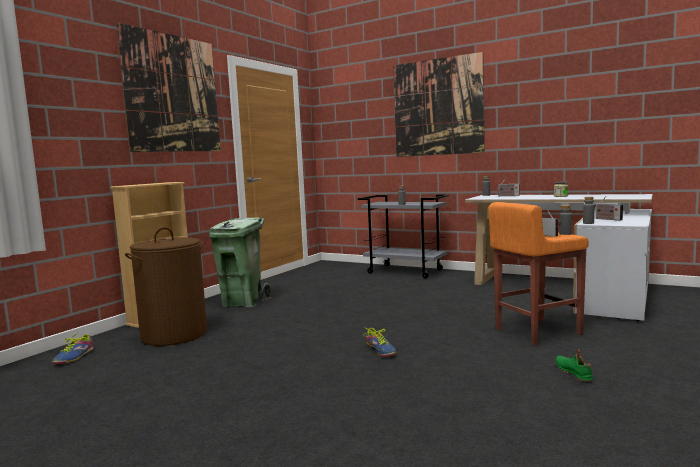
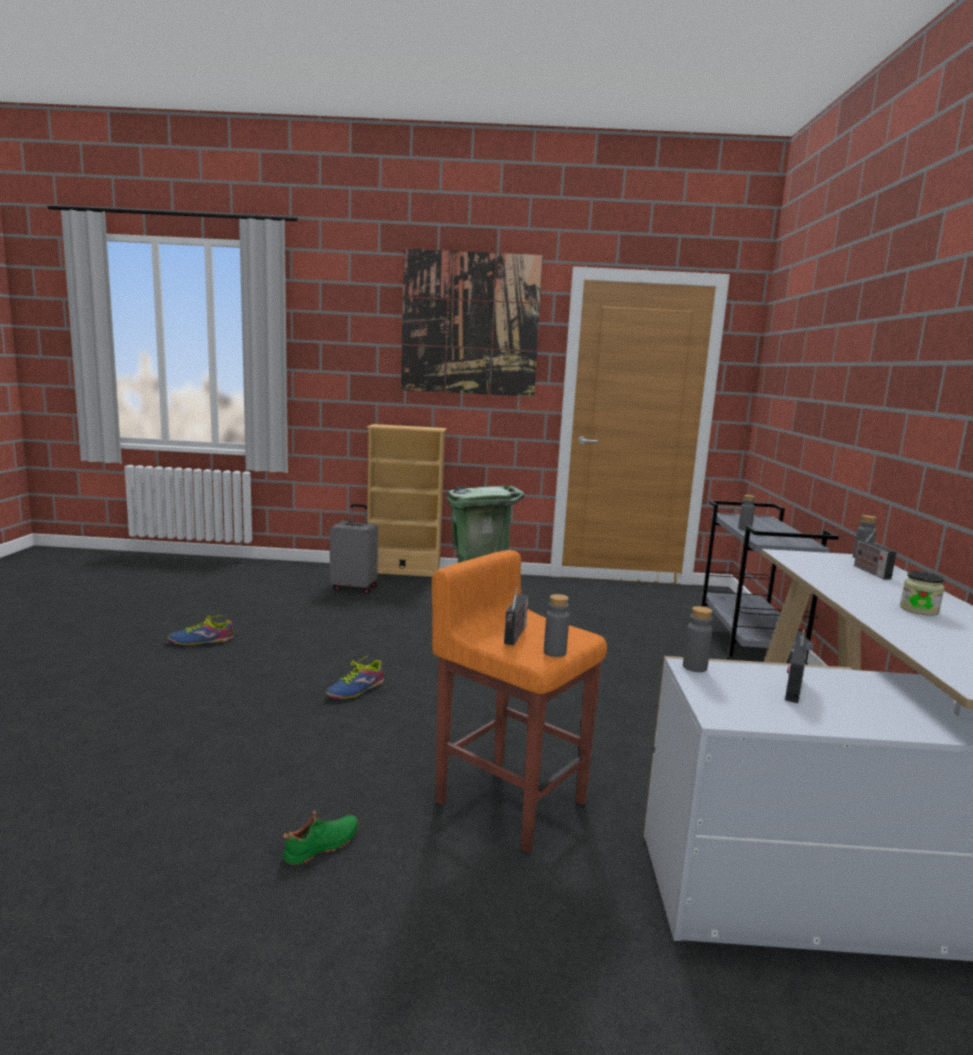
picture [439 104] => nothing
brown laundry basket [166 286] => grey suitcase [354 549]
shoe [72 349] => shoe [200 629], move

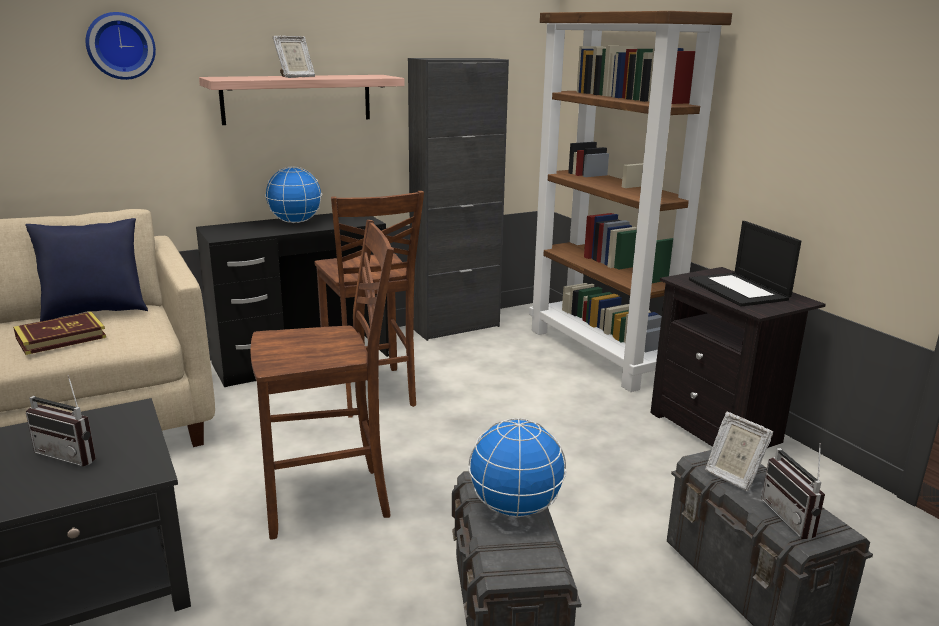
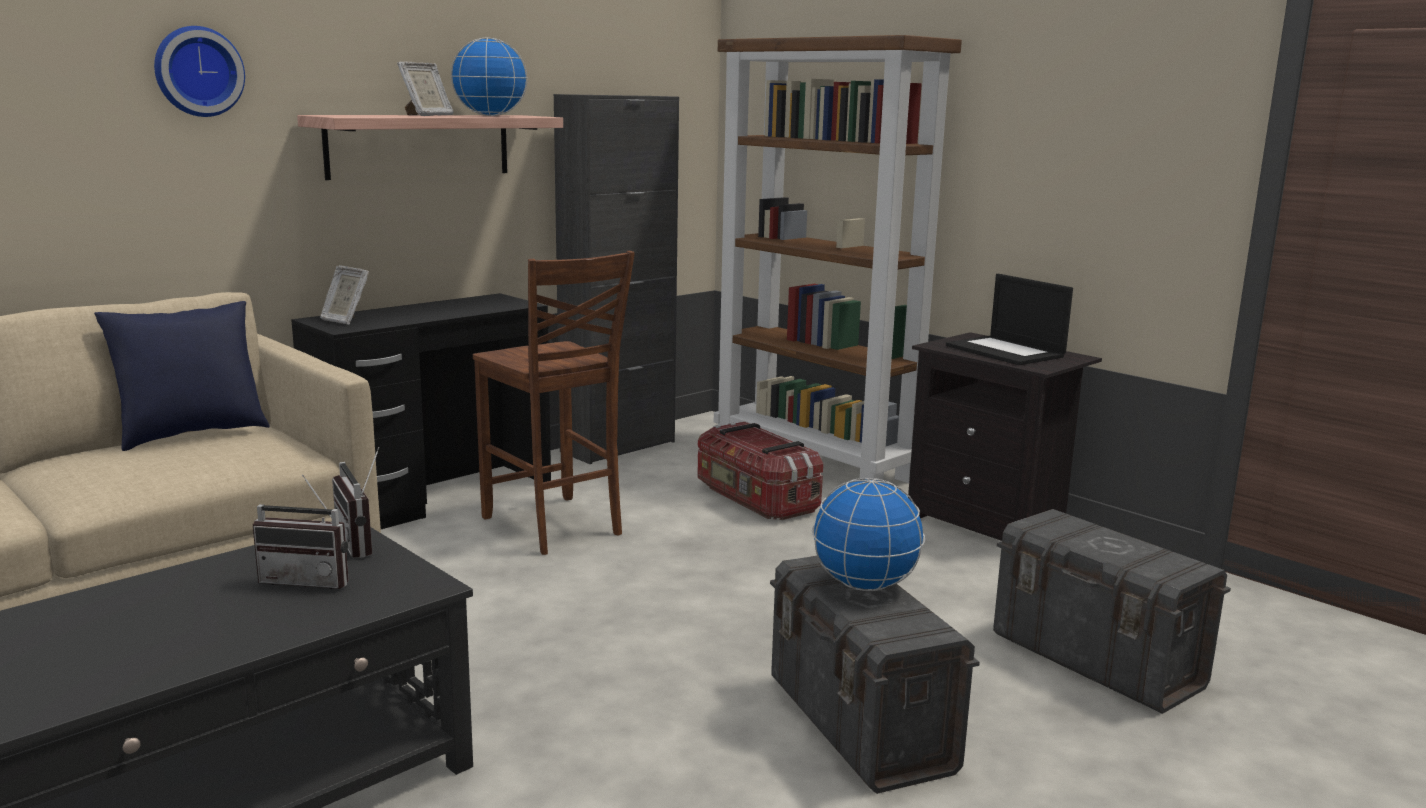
globe [293 194] => globe [489 77], move
brown chair [322 380] => nothing
book [59 333] => nothing
picture frame [739 452] => picture frame [344 295], move
radio [793 491] => radio [355 502], move
nothing => storage box [760 471]

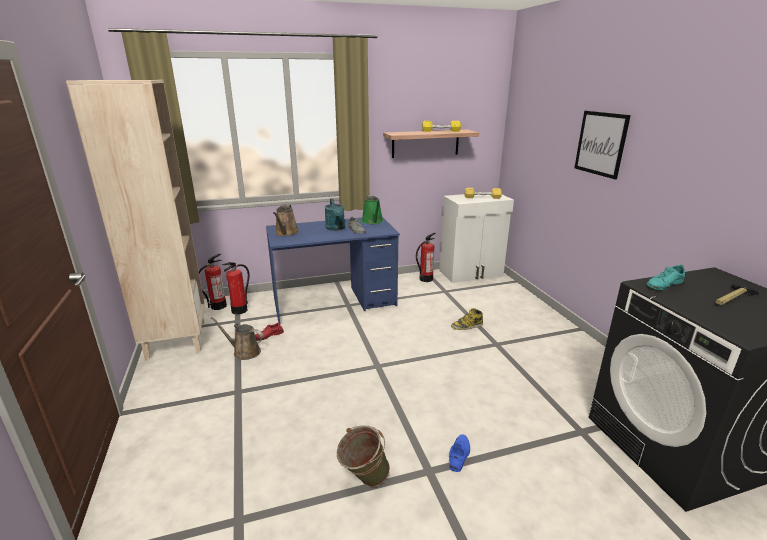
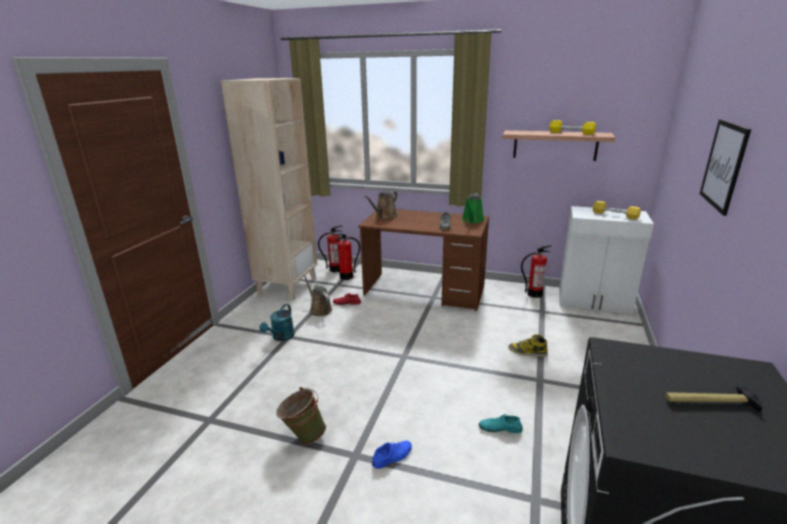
turquoise watering can [334 214] => turquoise watering can [277 322], move
blue desk [333 270] => brown desk [423 260]
turquoise shoe [665 277] => turquoise shoe [501 423], move

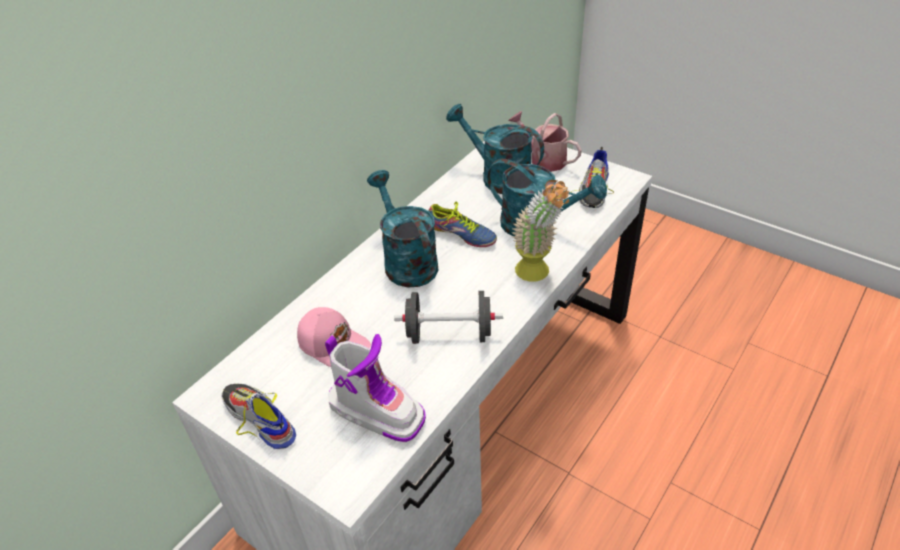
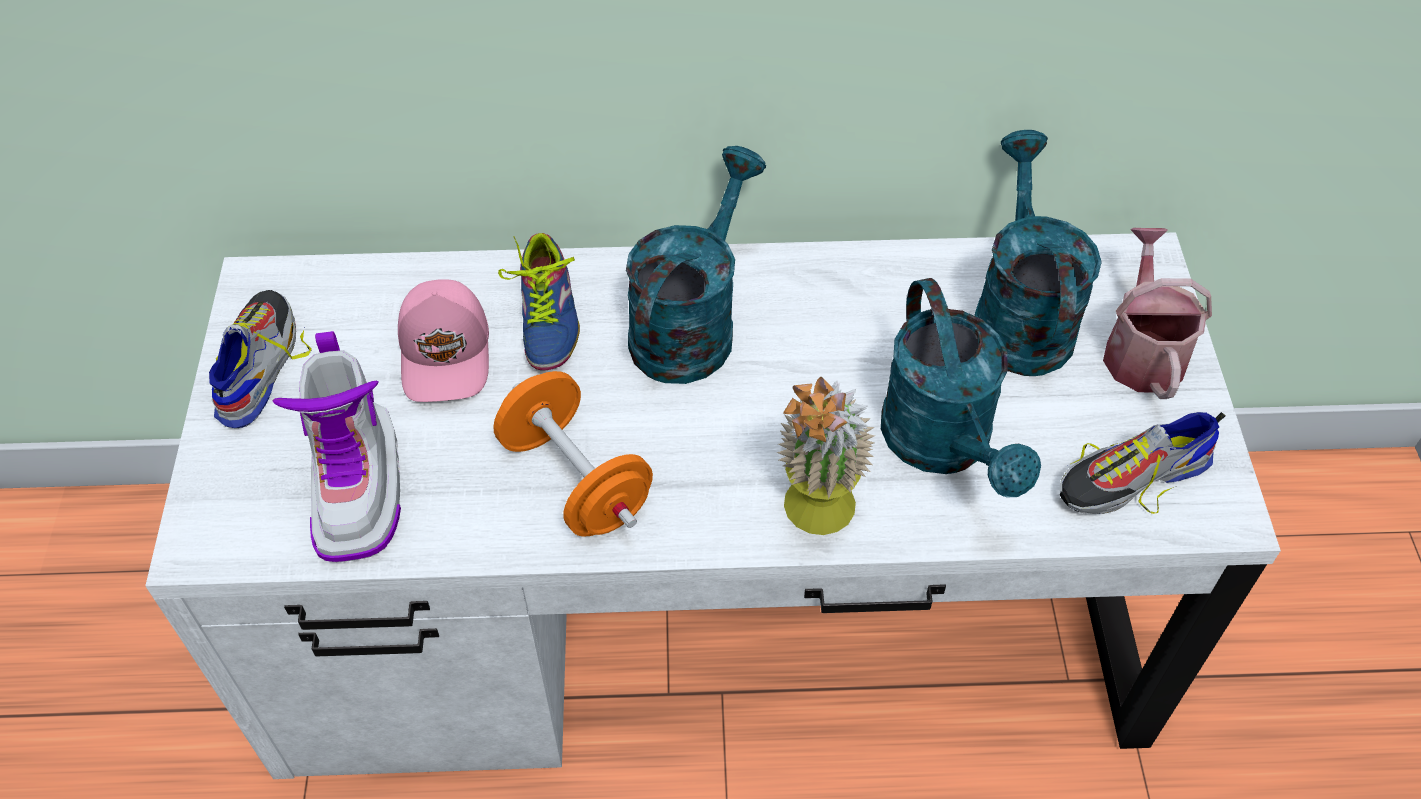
shoe [463 224] => shoe [539 301], move
black dumbbell [448 317] => orange dumbbell [573 454]

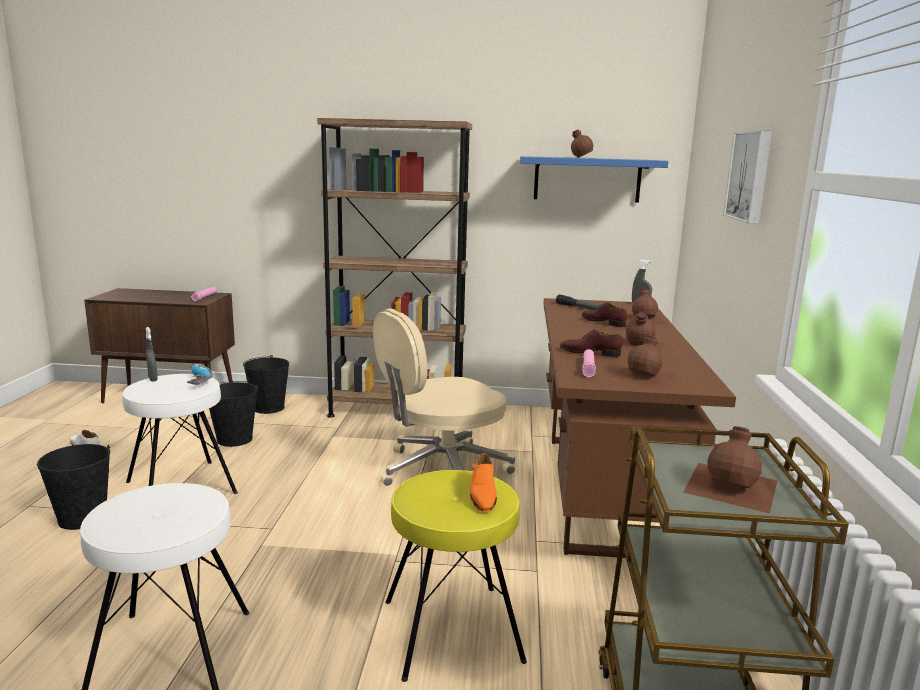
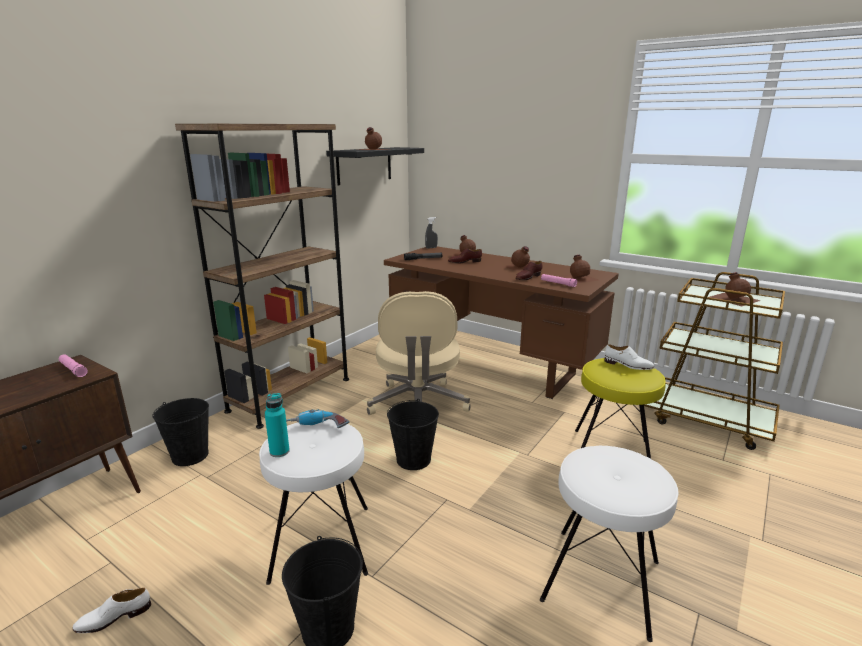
picture [748 177] => nothing
blue shelf [594 179] => black shelf [375 166]
grey spray bottle [152 354] => turquoise bottle [277 425]
black bucket [233 414] => black bucket [413 434], move
orange shoe [483 482] => white shoe [629 357]

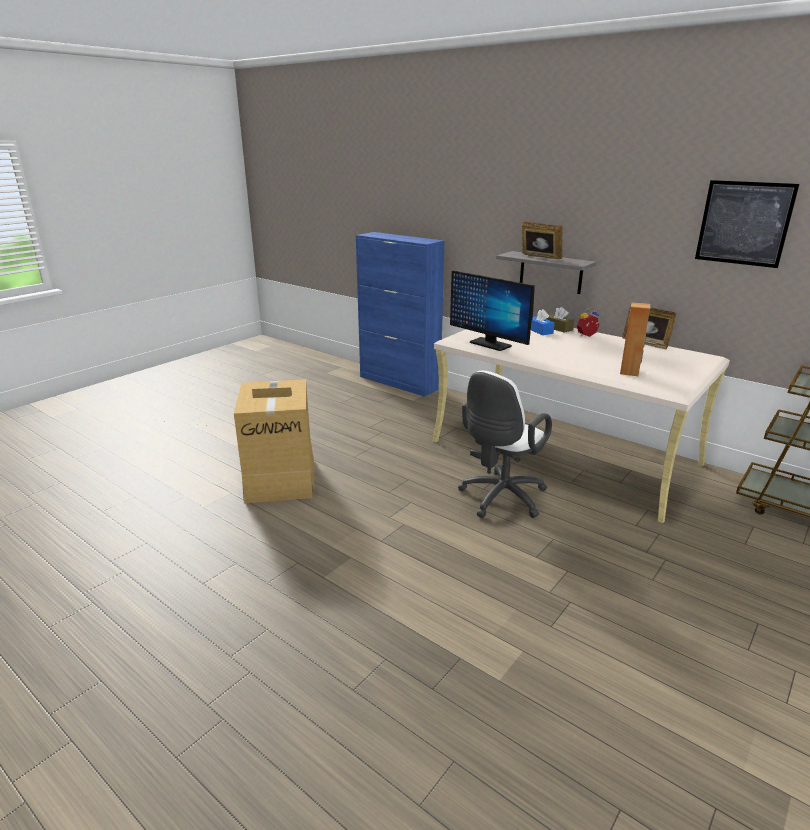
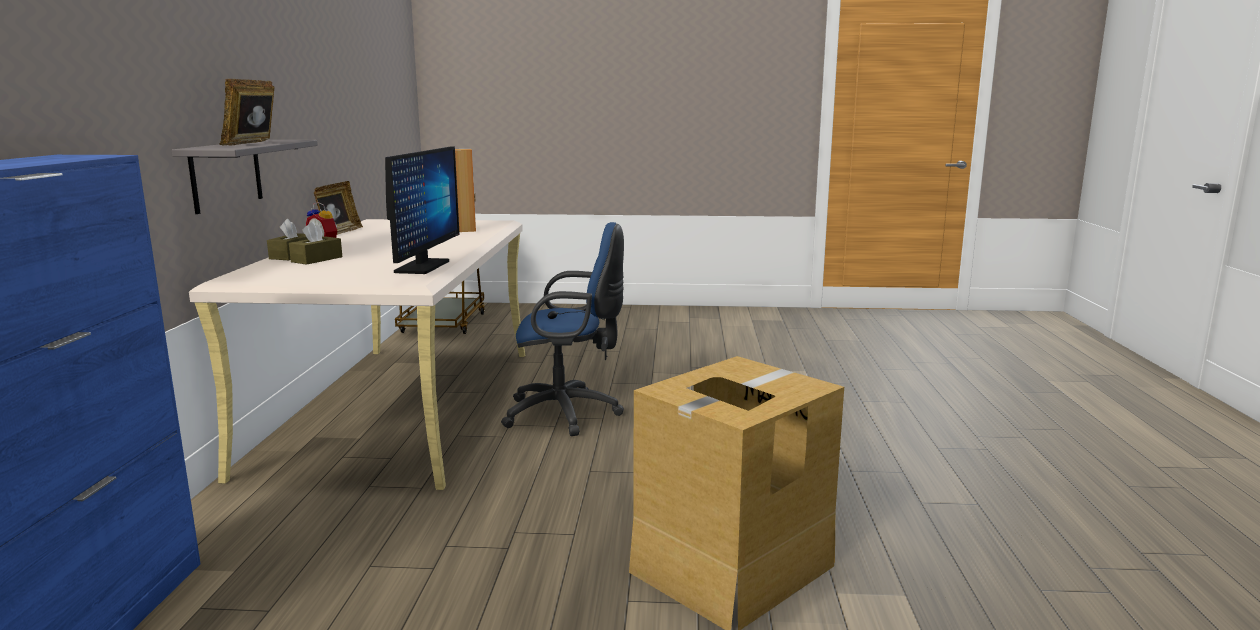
picture [747 224] => nothing
blue tissue box [543 322] => brown tissue box [315 243]
white office chair [505 444] => blue office chair [562 329]

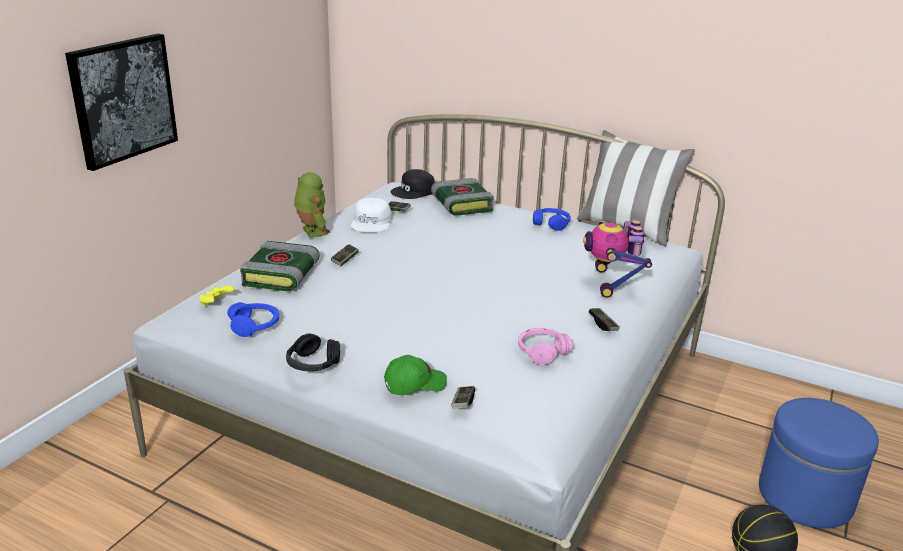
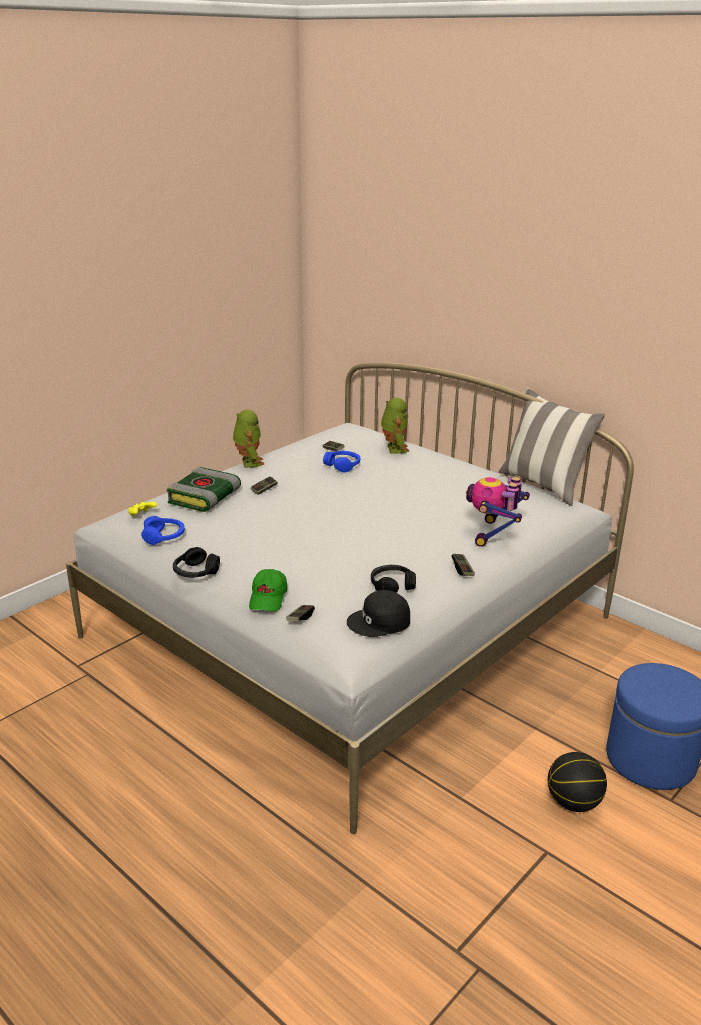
picture [121 102] => nothing
black cap [413 184] => black cap [378 613], move
book [462 197] => toy robot [395 426]
white cap [371 215] => nothing
blue headphones [552 219] => blue headphones [341 462], move
pink headphones [545 346] => black headphones [393 579]
green cap [415 375] => green cap [268 590], 105 degrees clockwise

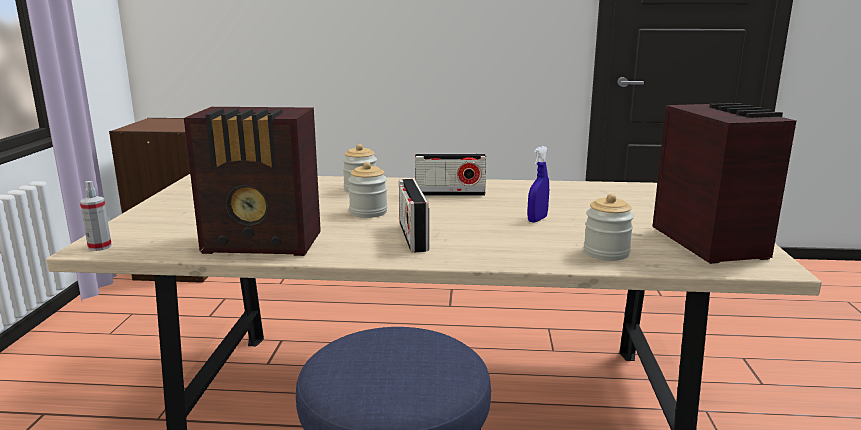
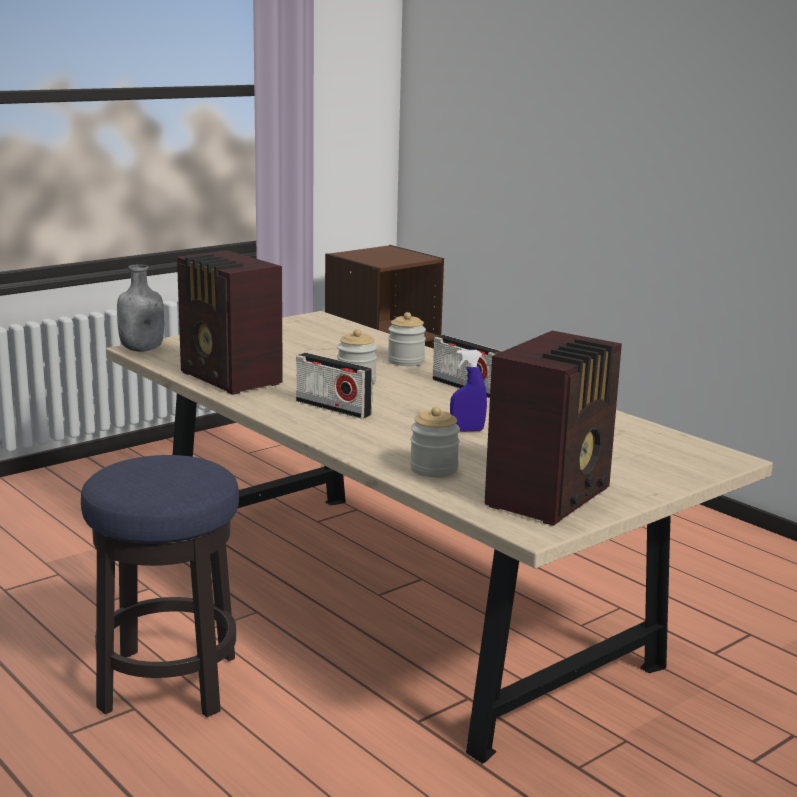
radio [414 216] => radio [334 386], 90 degrees counterclockwise
spray bottle [96 216] => grey bottle [140 308]

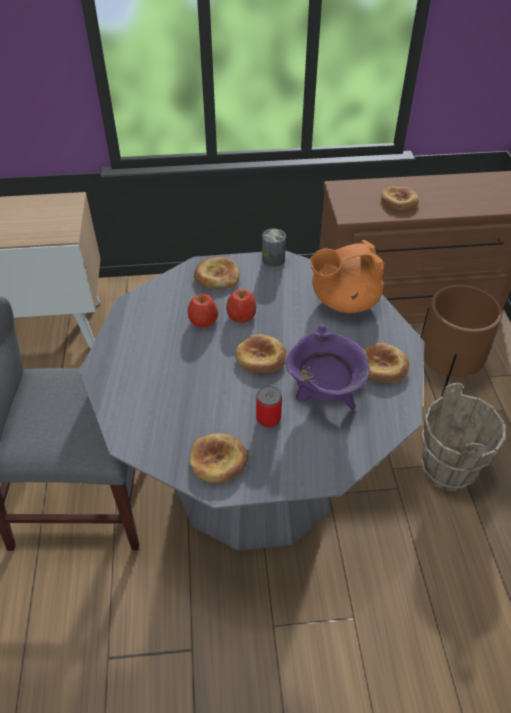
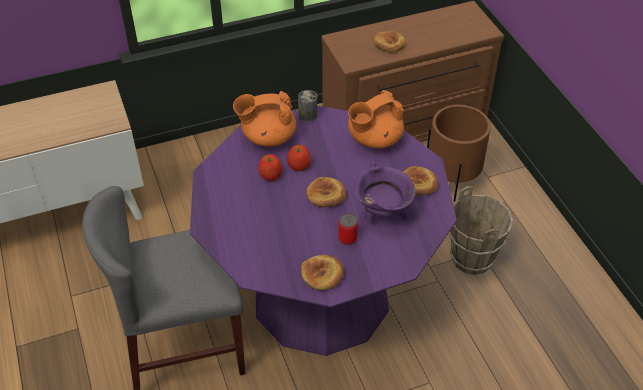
grey dining table [251 400] => purple dining table [323 231]
bread [217 273] => orange teapot [264 119]

